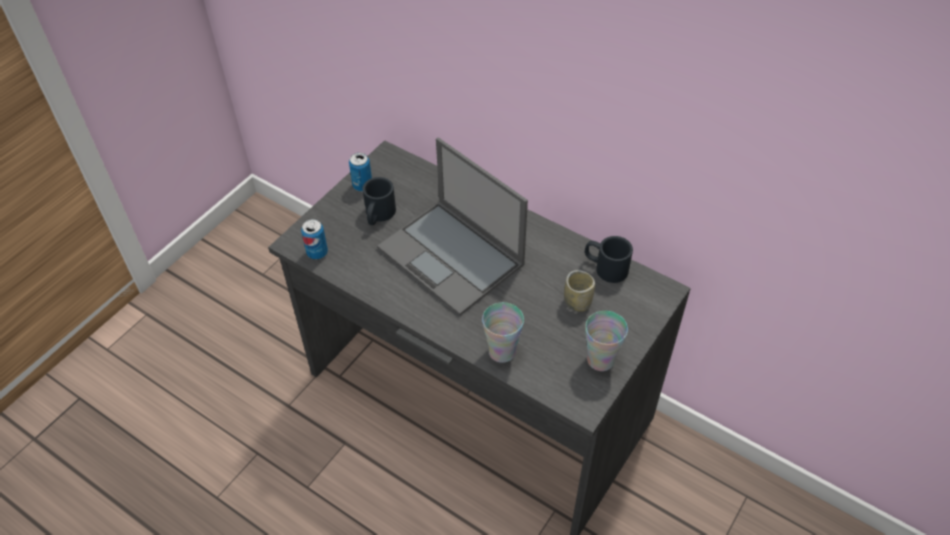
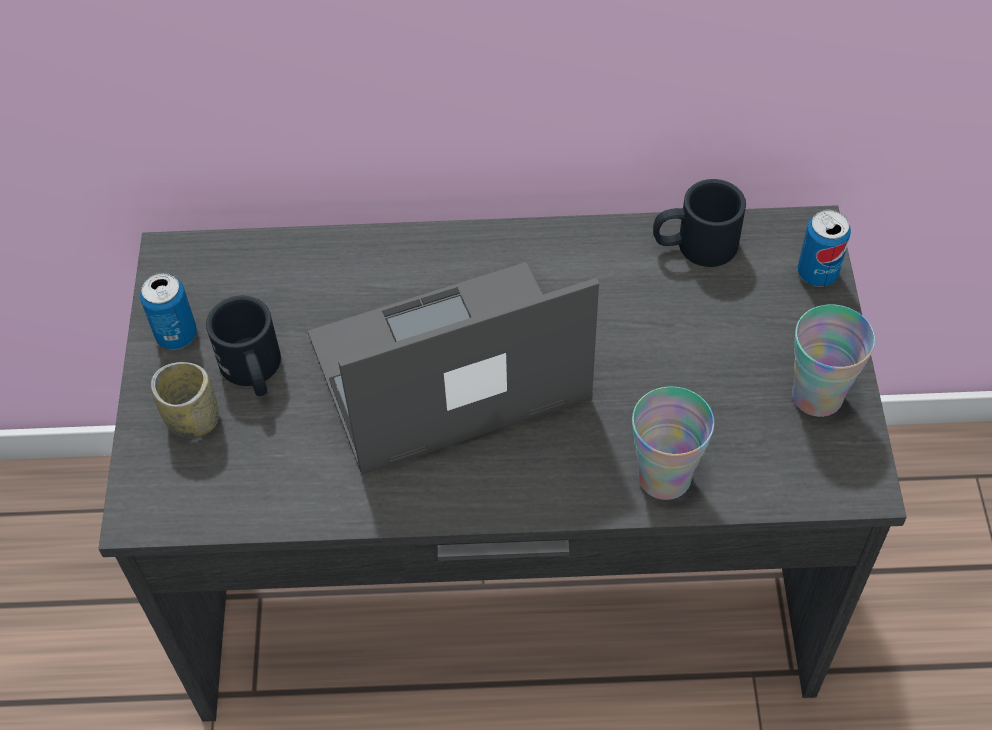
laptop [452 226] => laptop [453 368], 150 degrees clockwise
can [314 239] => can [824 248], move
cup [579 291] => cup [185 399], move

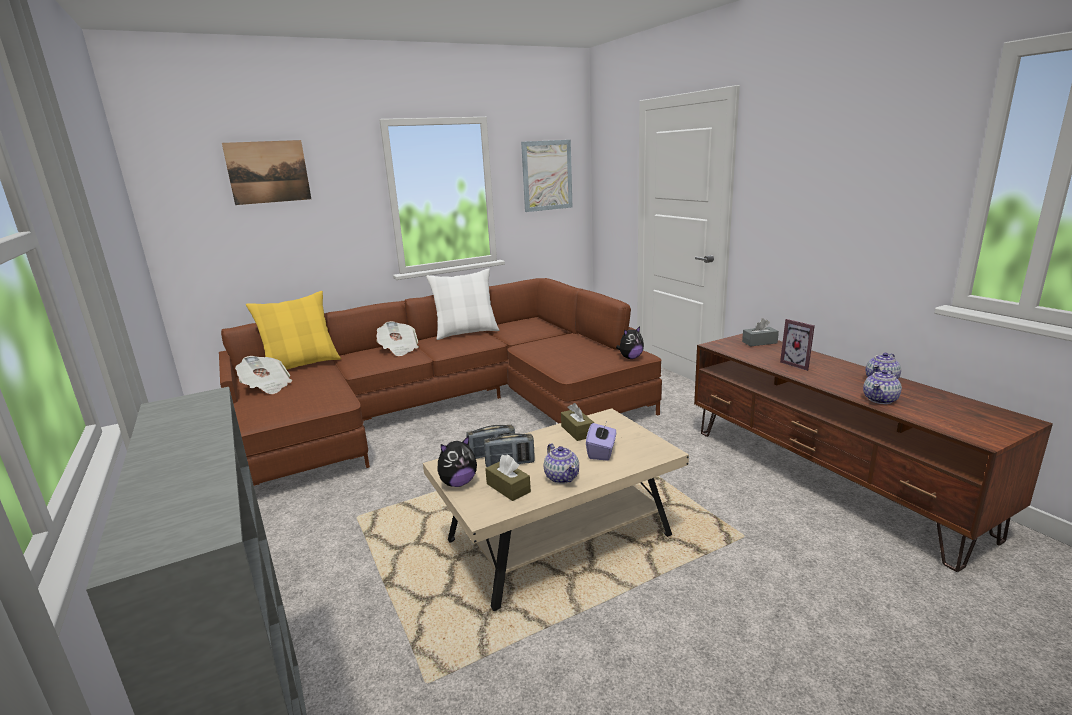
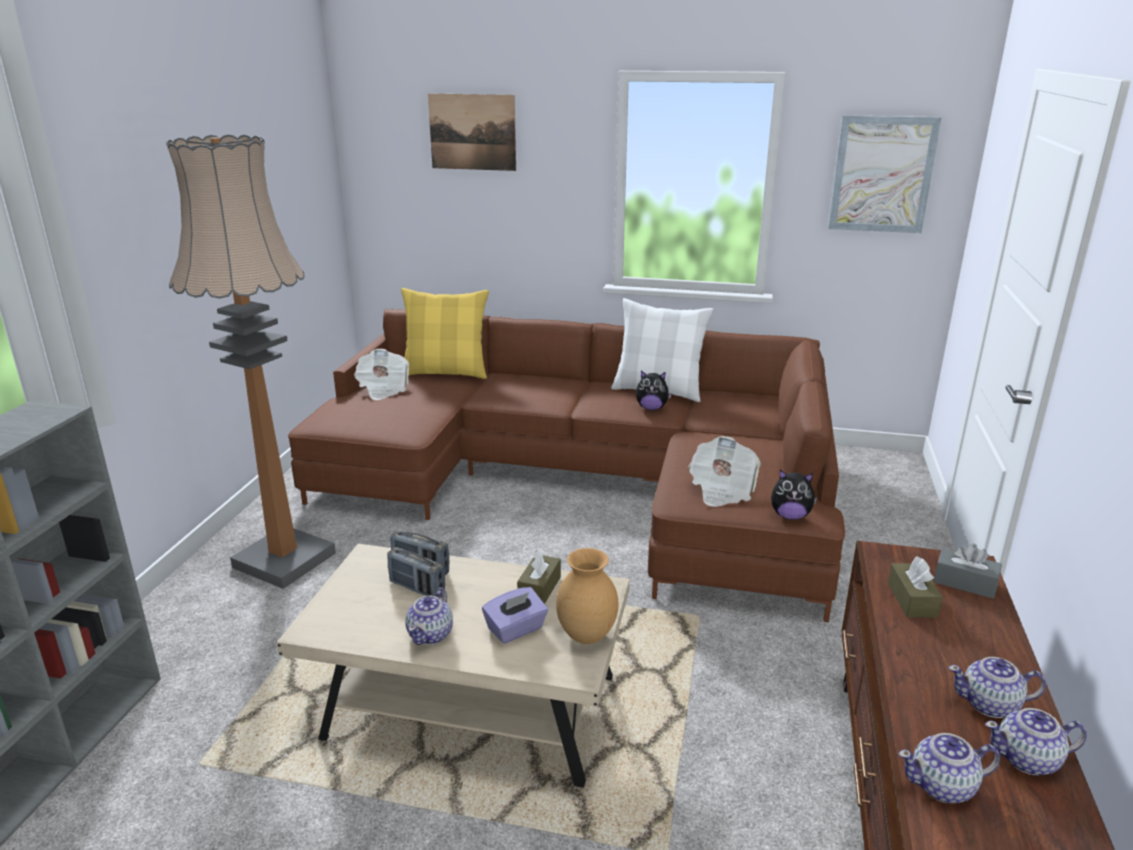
picture frame [797 345] => nothing
newspaper [397 338] => newspaper [724 471], move
plush toy [457 461] => plush toy [654 390], move
brown tissue box [508 478] => brown tissue box [915 587], move
nothing => floor lamp [251 362]
nothing => brown vase [587 596]
nothing => teapot [997 687]

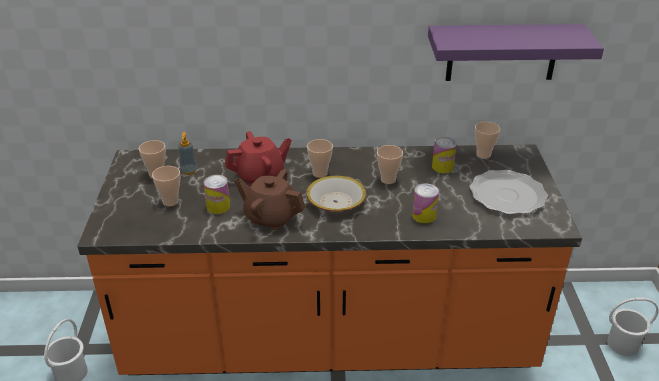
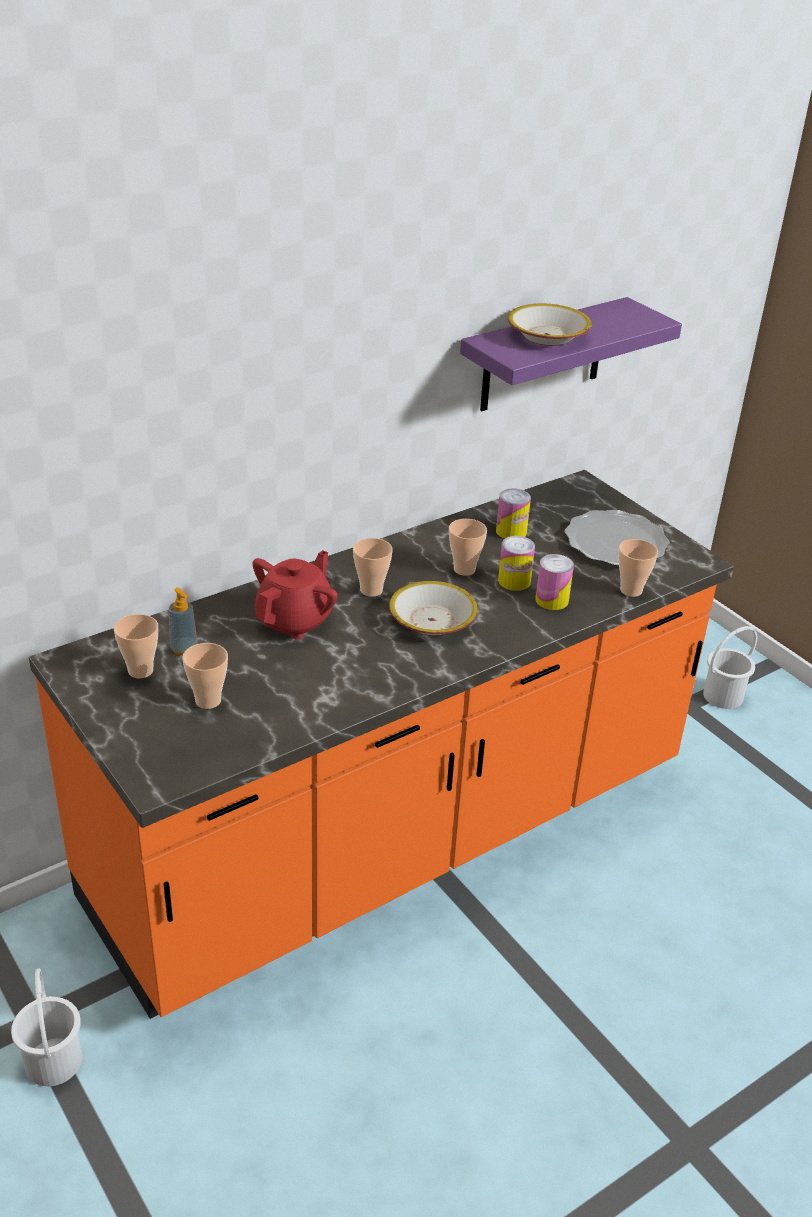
cup [488 140] => cup [638 568], move
brown teapot [270 200] => nothing
can [217 194] => can [516 563], move
nothing => bowl [550 325]

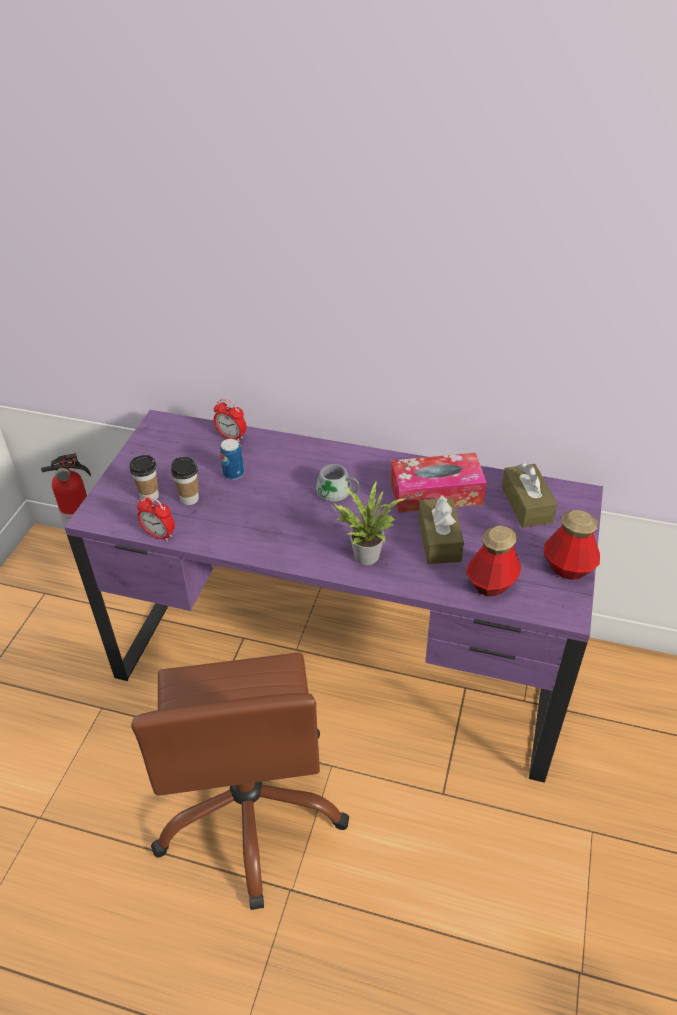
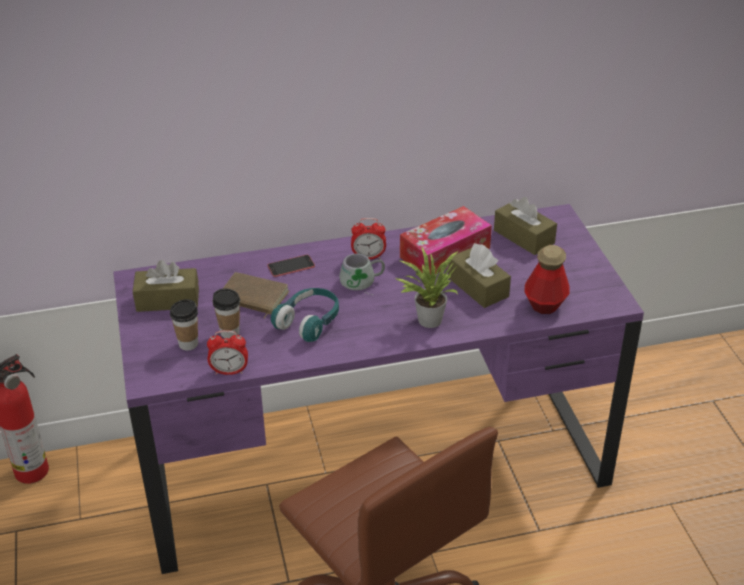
alarm clock [230 420] => alarm clock [368 238], move
can [232 459] => brown book [256 295]
bottle [572 545] => nothing
nothing => phone [291 266]
nothing => brown tissue box [166 286]
nothing => turquoise headphones [305 315]

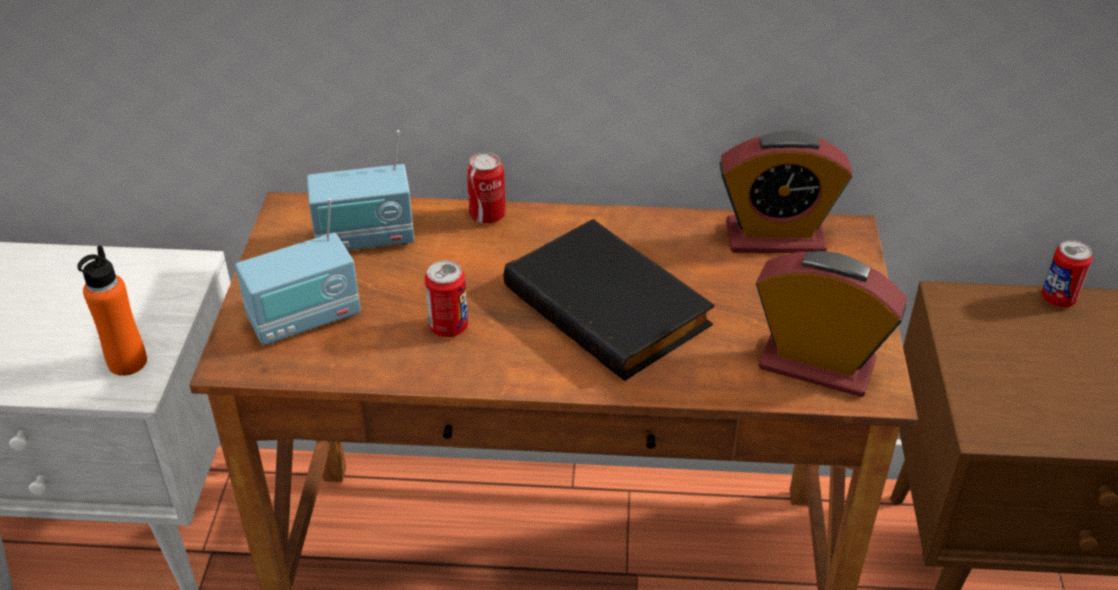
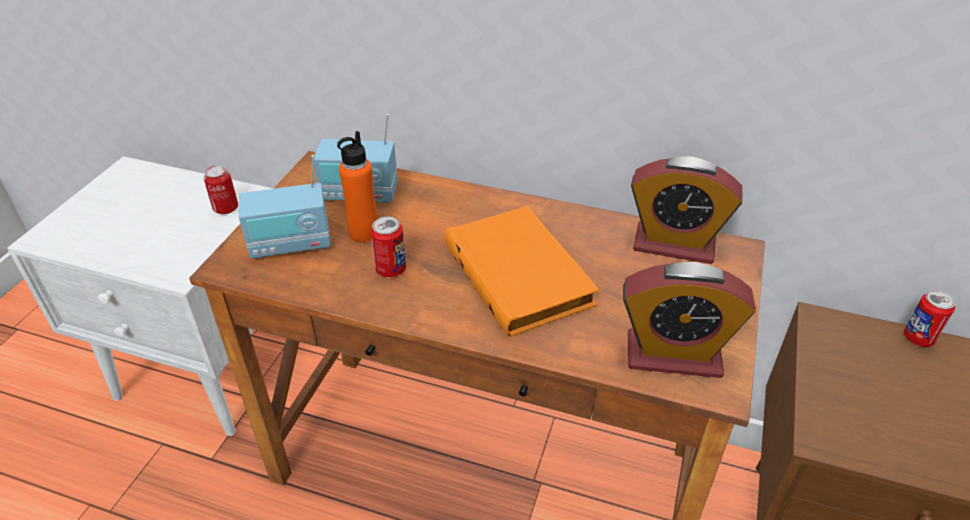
can [486 188] => can [221 189], move
black book [609 300] => orange book [521 271]
orange bottle [112 310] => orange bottle [357 187], move
alarm clock [831 324] => alarm clock [689 320], 150 degrees clockwise

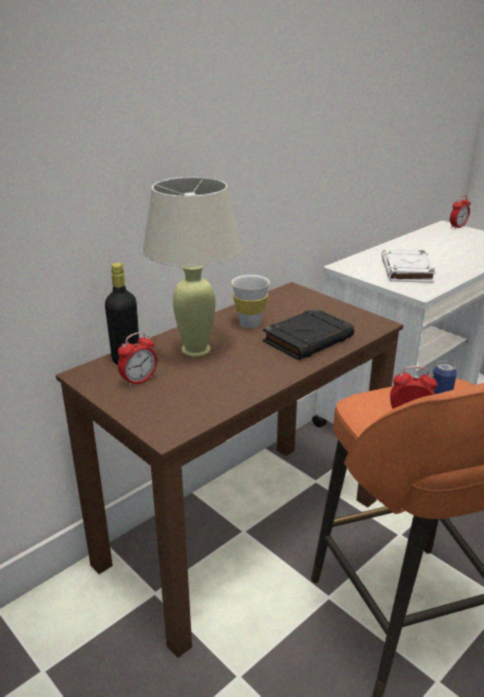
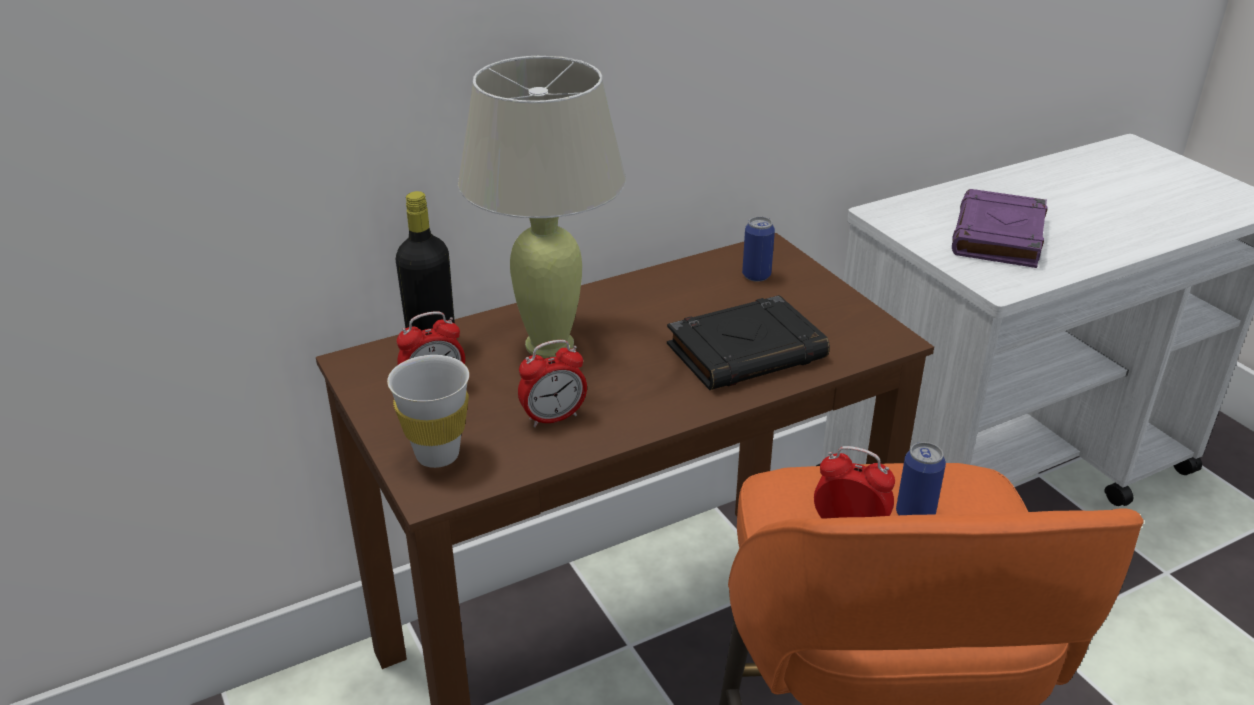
alarm clock [460 212] => alarm clock [552 383], move
white book [409 266] => purple book [1000 228]
white cup [250 301] => white cup [428 411], move
nothing => can [758 249]

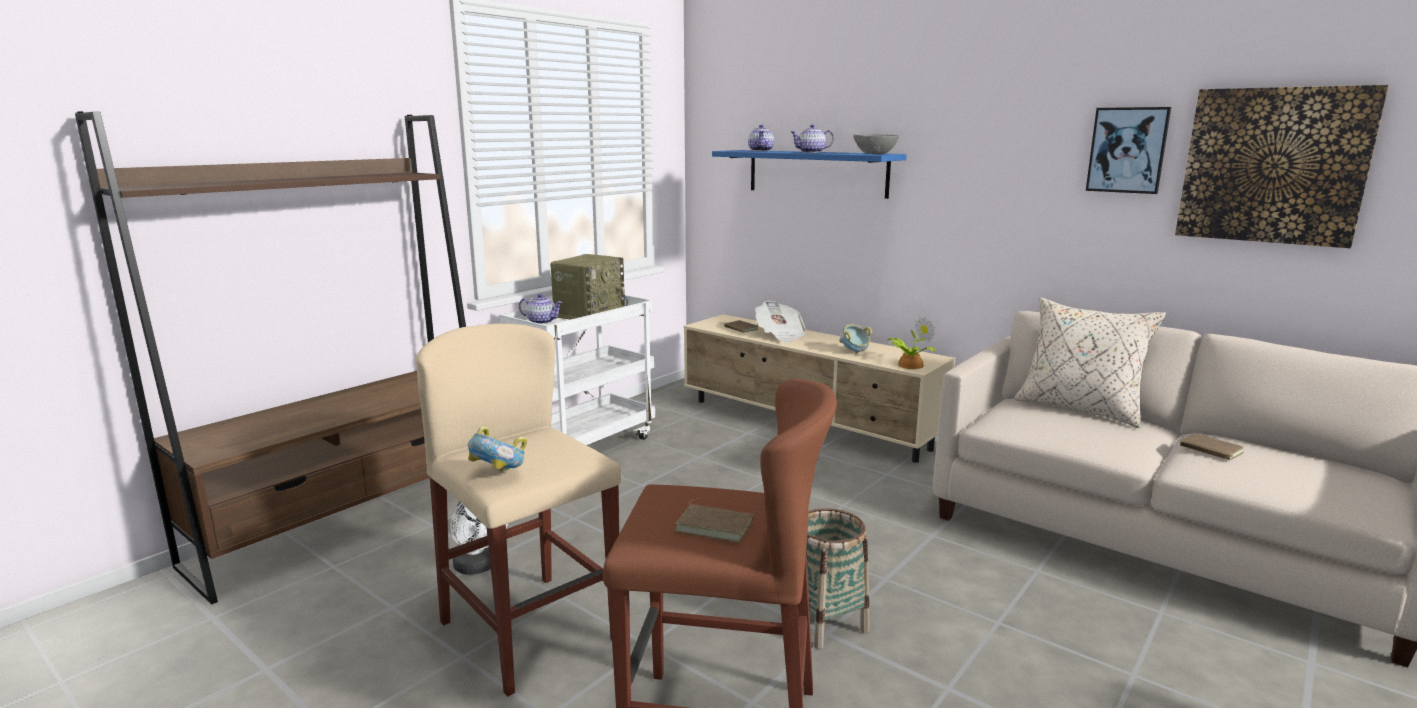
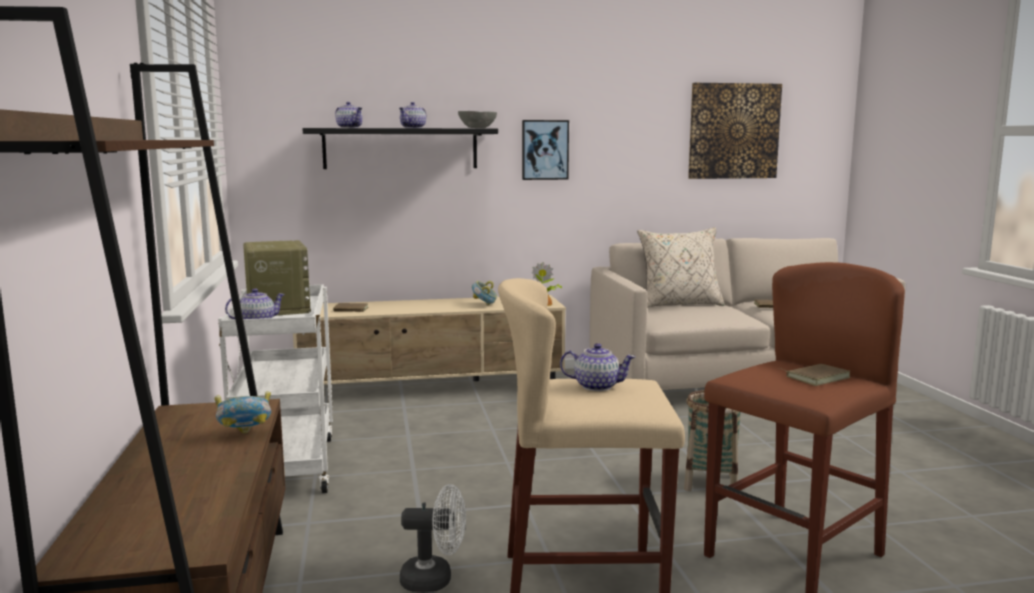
picture [1128 150] => picture [545 150], move
blue shelf [809 174] => black shelf [400 148]
newspaper [781 322] => nothing
bowl [497 449] => bowl [243 412], move
nothing => teapot [598 367]

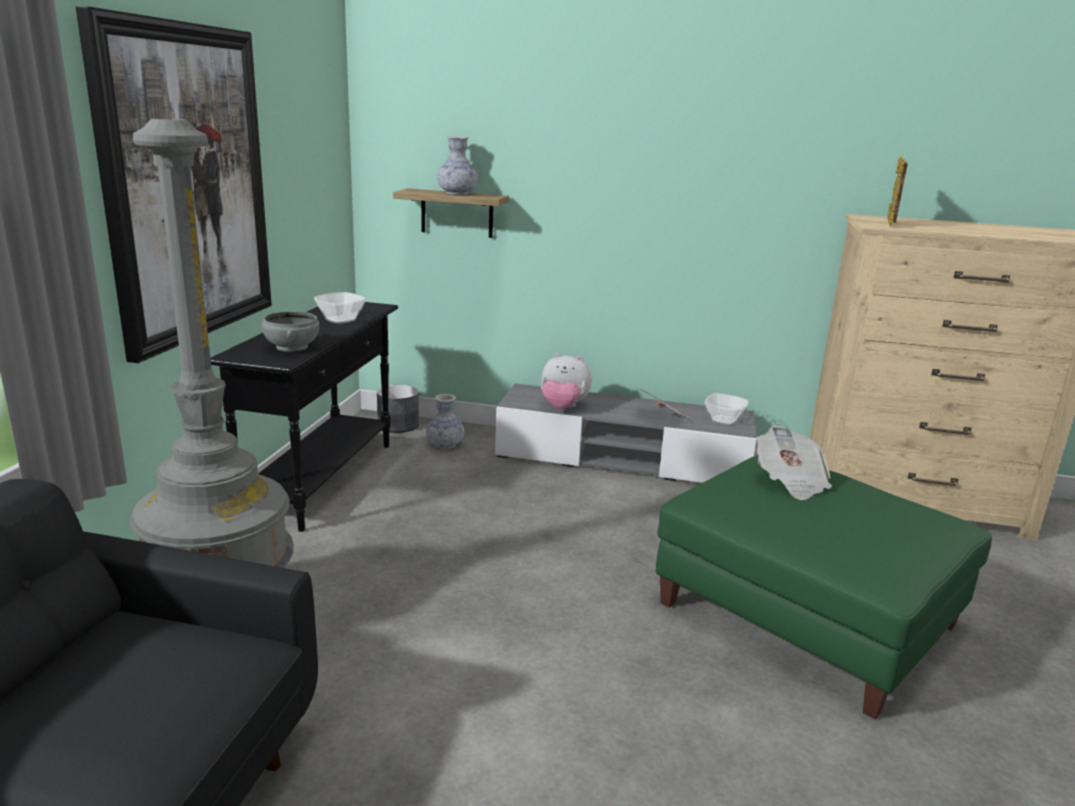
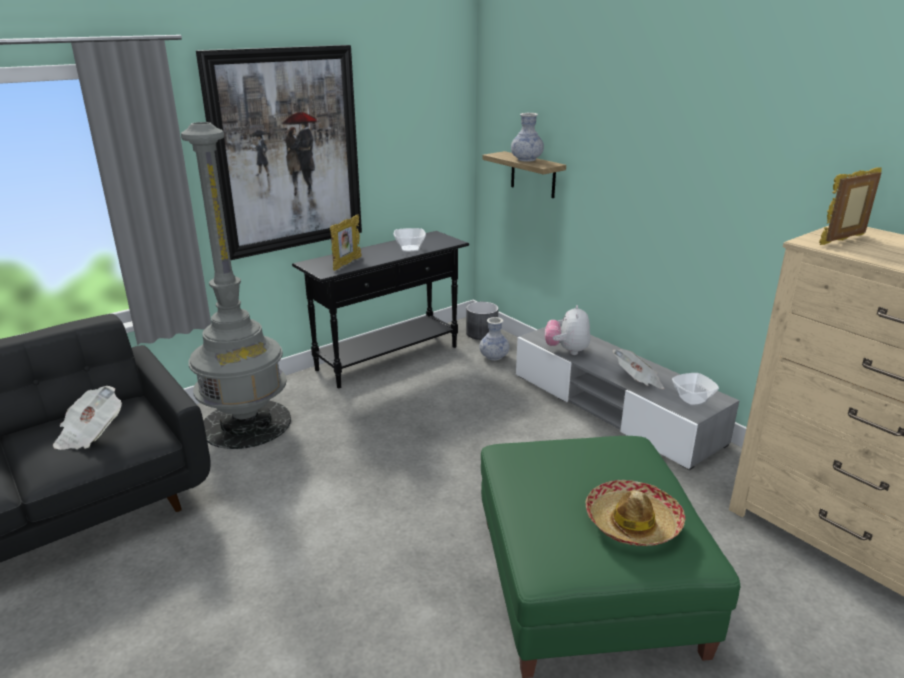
grey bowl [290 331] => picture frame [346 242]
plush toy [566 381] => plush toy [568 330], 45 degrees clockwise
newspaper [794 463] => newspaper [87 418], move
nothing => hat [635 513]

